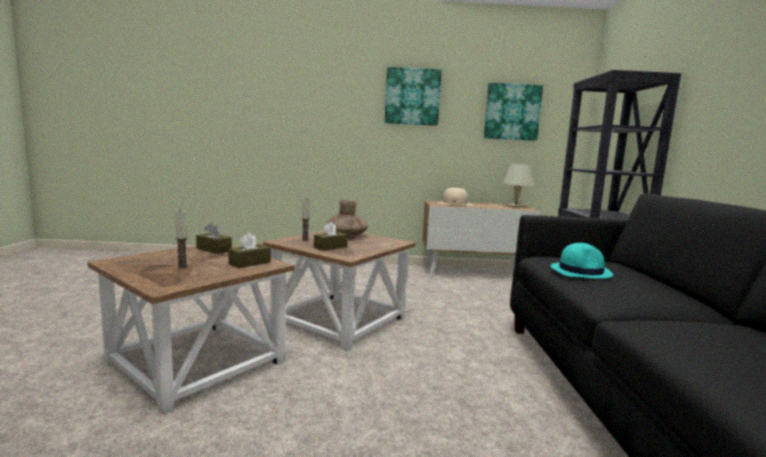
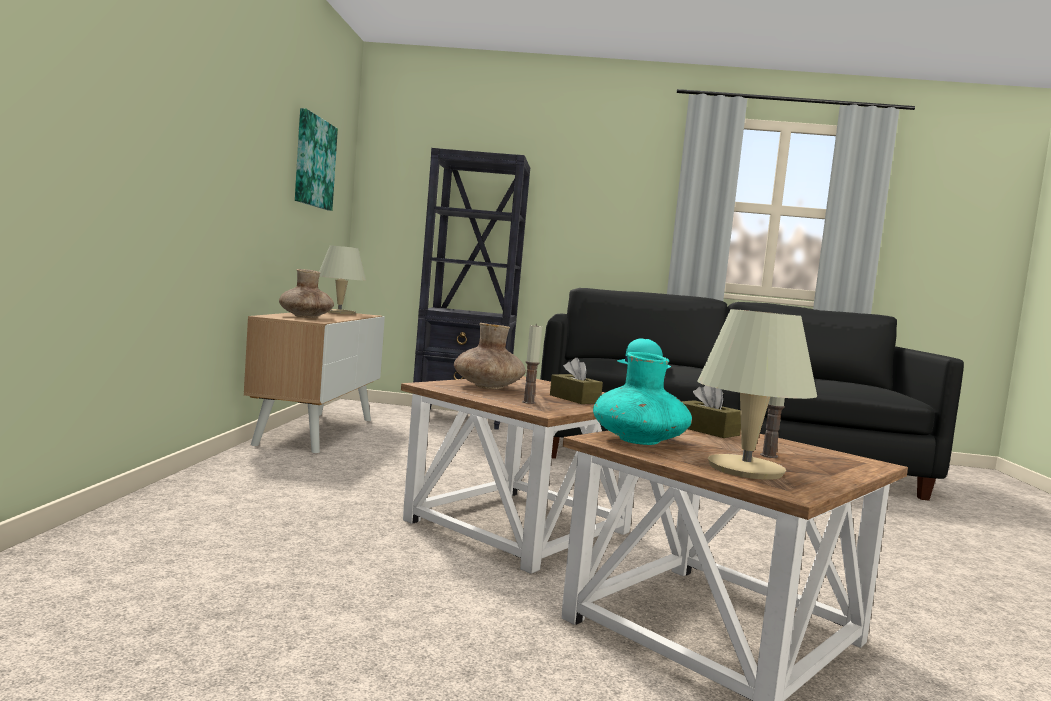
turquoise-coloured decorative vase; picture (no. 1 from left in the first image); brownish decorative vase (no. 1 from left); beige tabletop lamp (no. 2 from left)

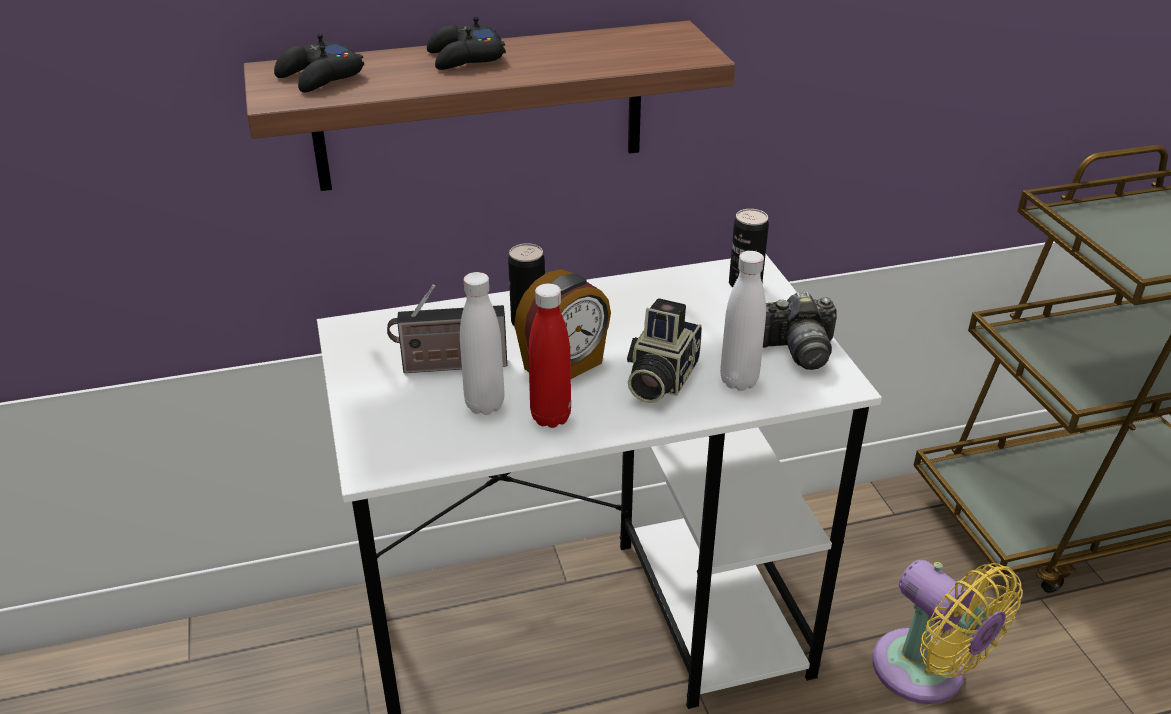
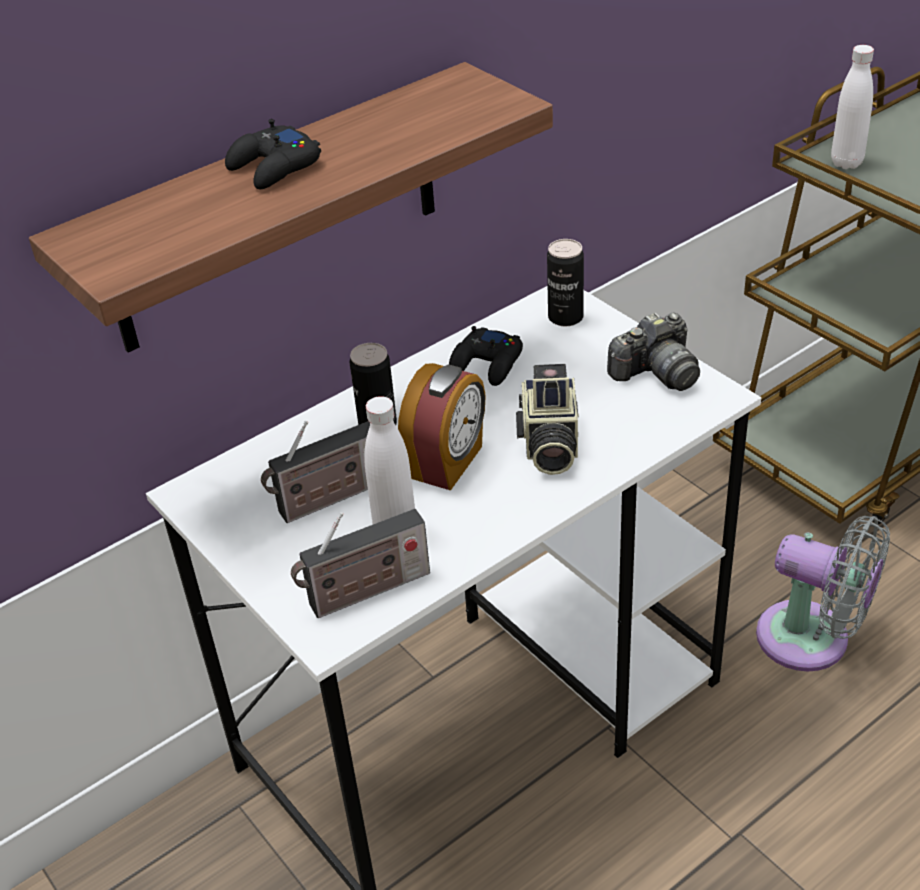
black joypad (no. 2 from left); red bottle; white-coloured bottle (no. 2 from left); gray electric fan; radio receiver (no. 2 from left)

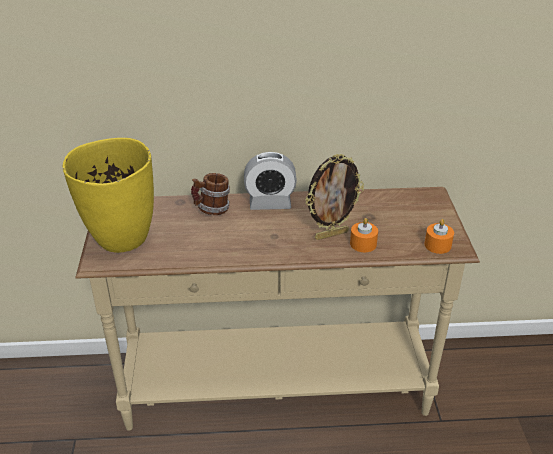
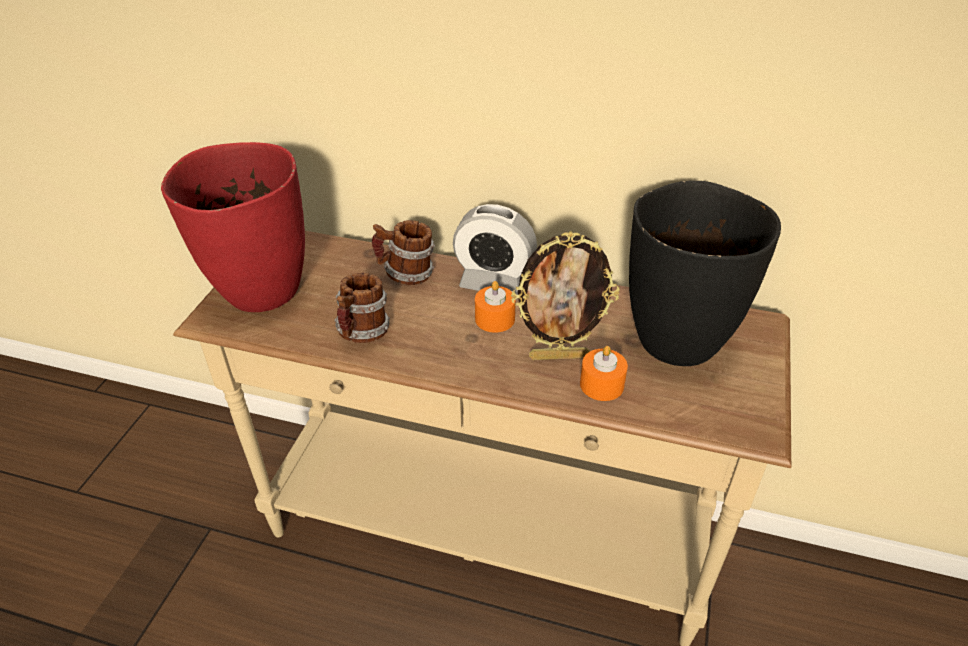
red decorative vase; orange wax light (no. 1 from left); mug (no. 1 from left); black decorative vase

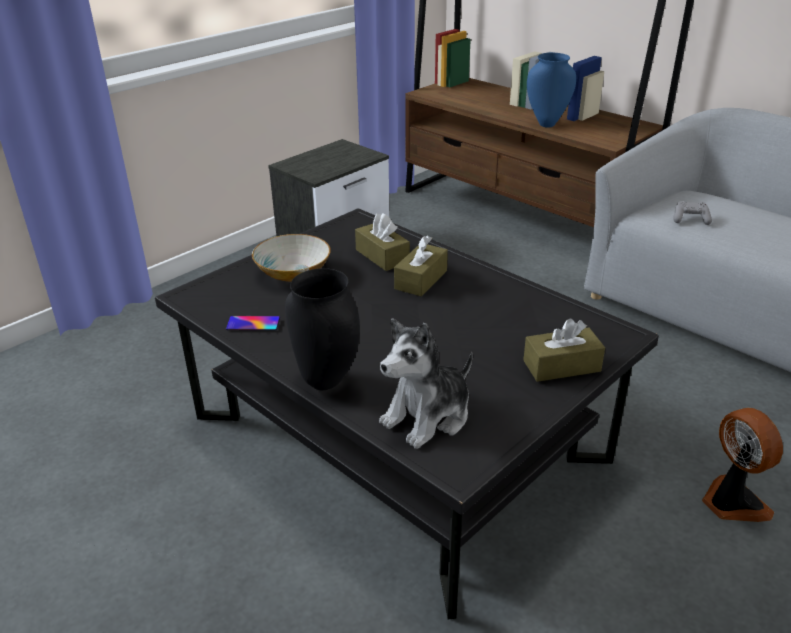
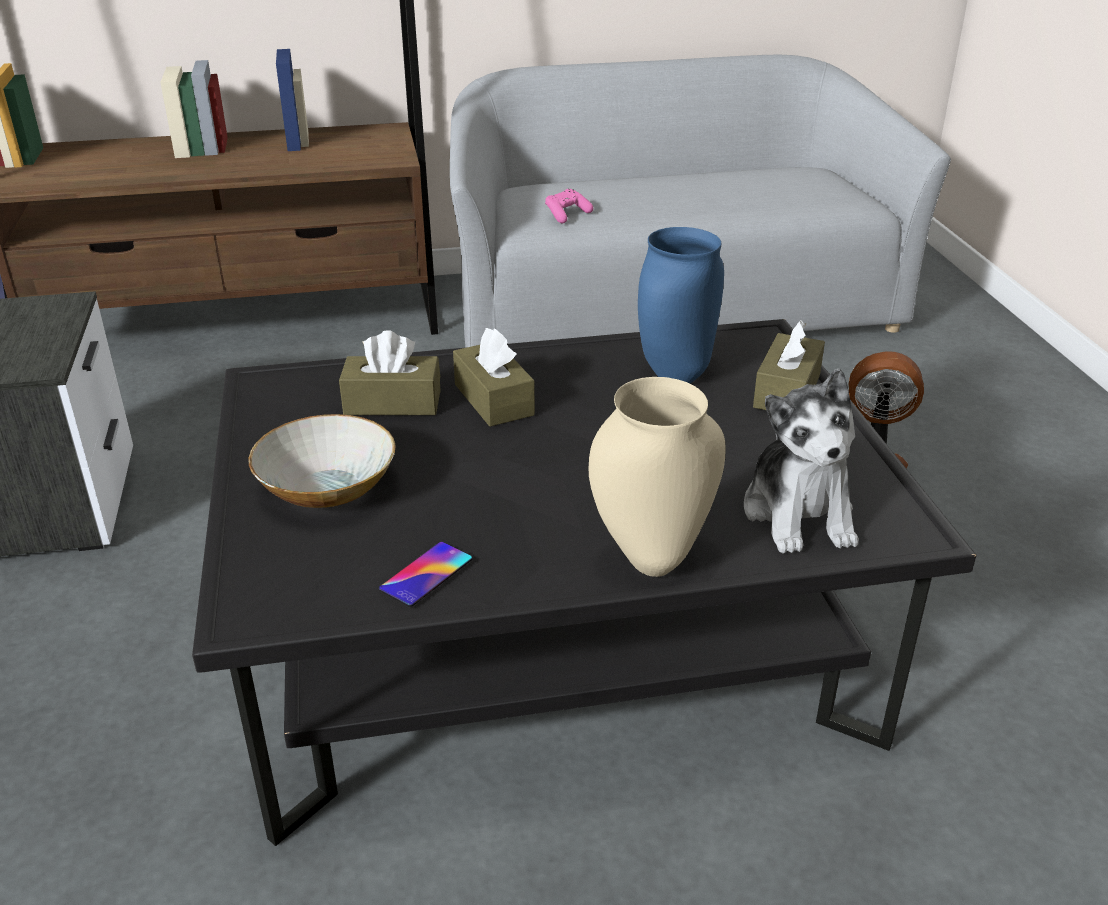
beige decorative vase; blue-coloured decorative vase; pinkish joypad

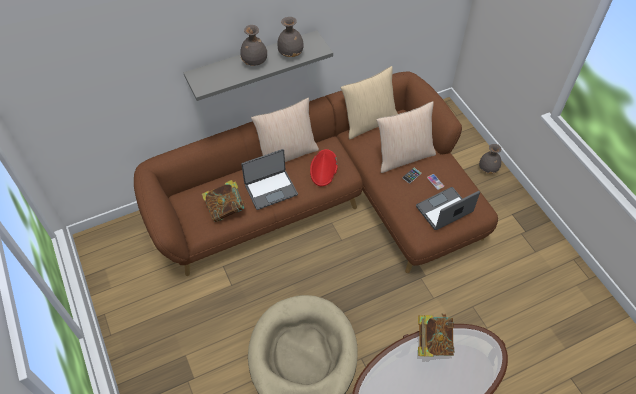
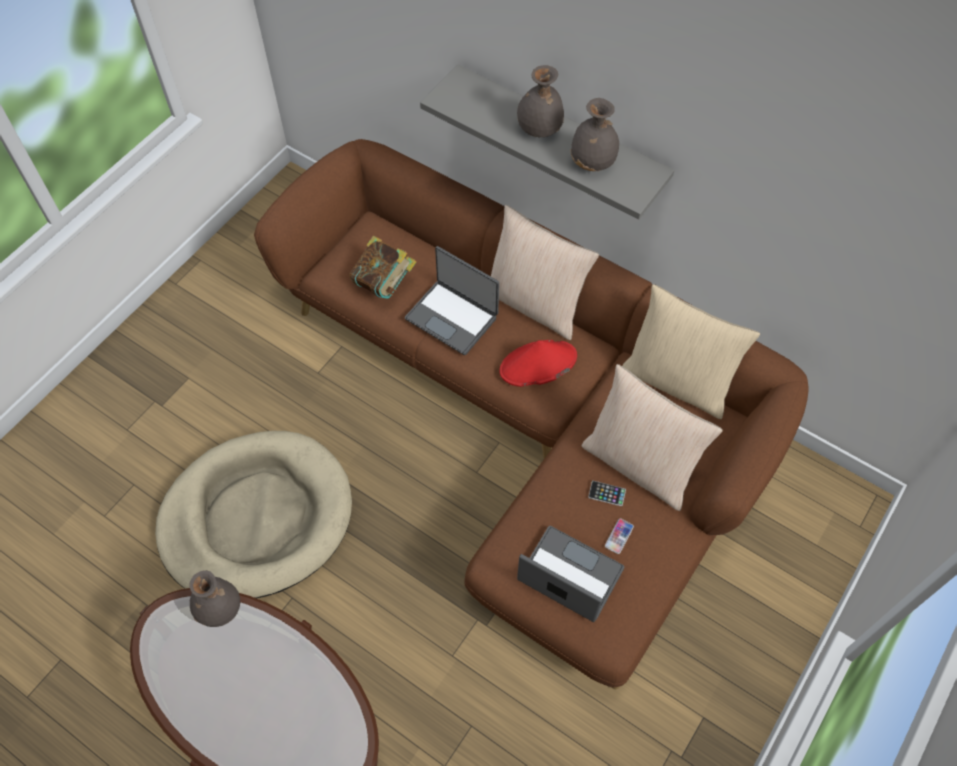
book (no. 2 from left in the first image); gray decorative vase (no. 1 from left)

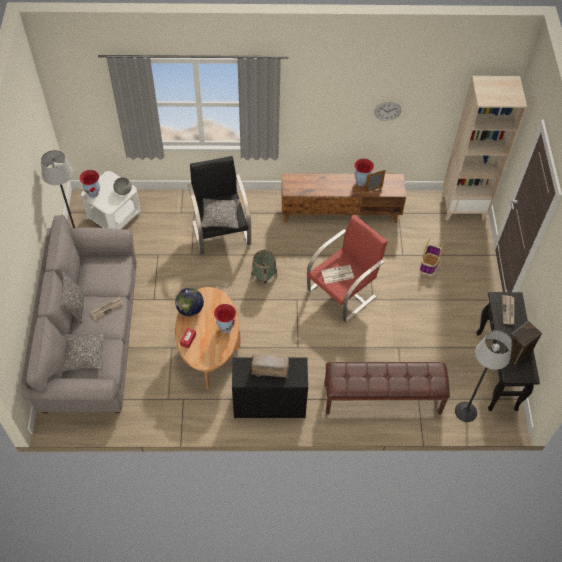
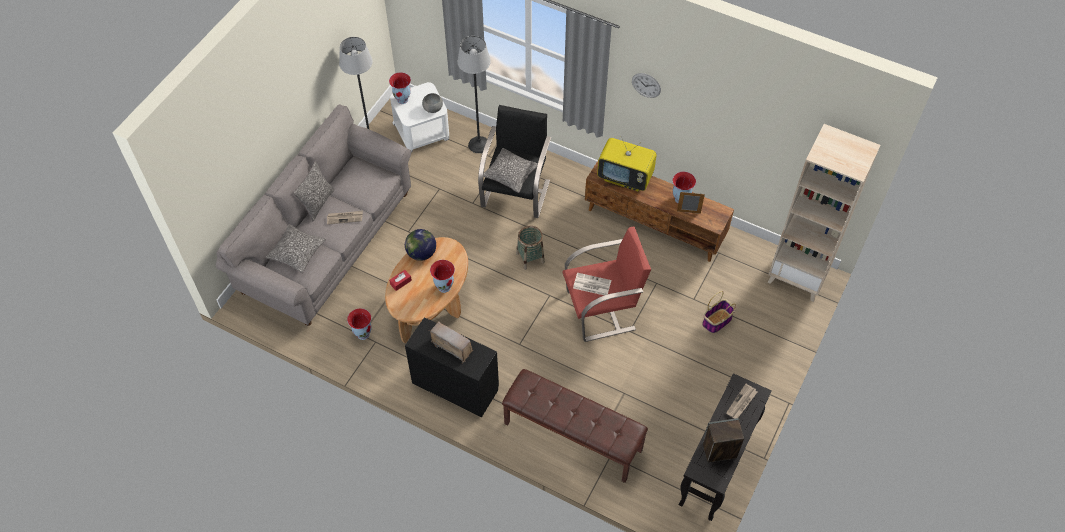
clock on the wall; floor lamp (no. 2 from left); decorative vase (no. 1 from left); TV

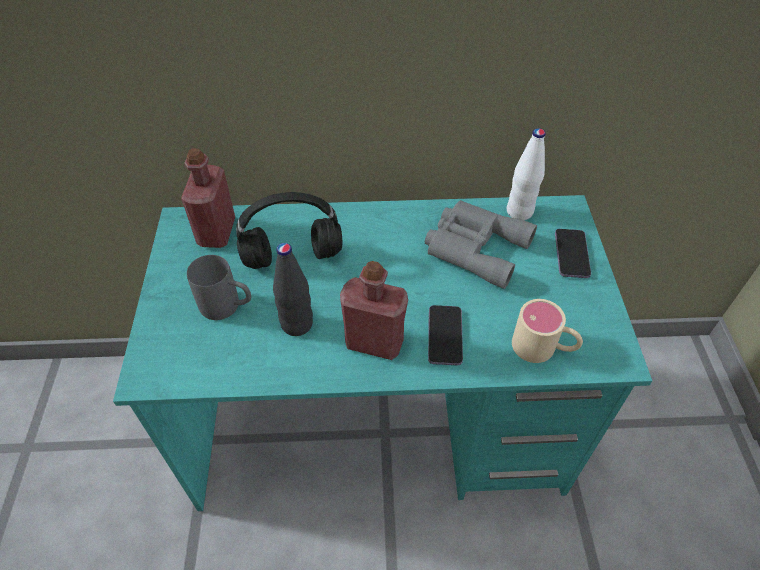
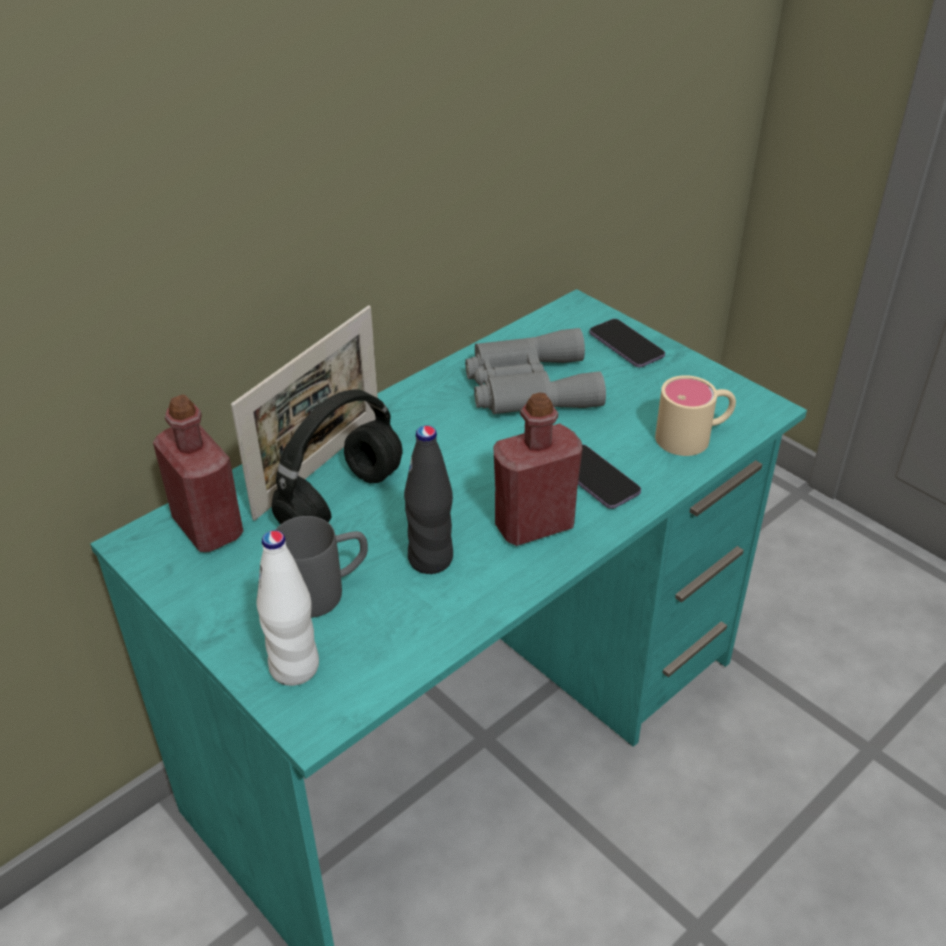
white-coloured bottle; standing frame

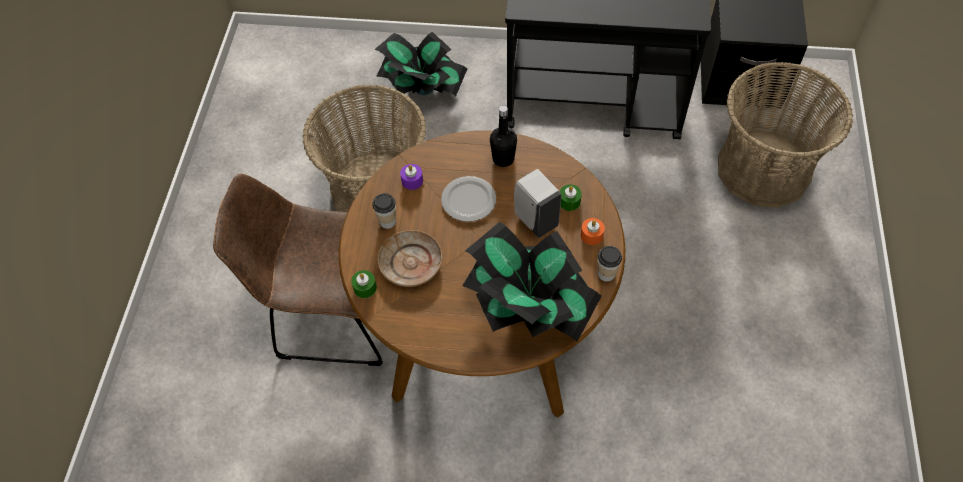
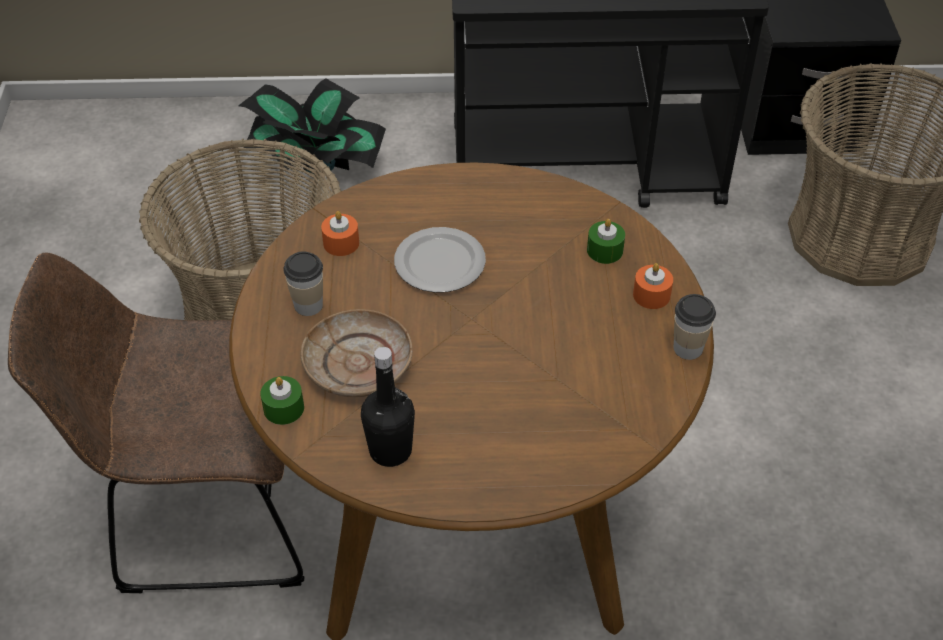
orange wax light (no. 1 from left); plant in a pot (no. 2 from left in the first image); black bottle; white-coloured liquid soap bottle

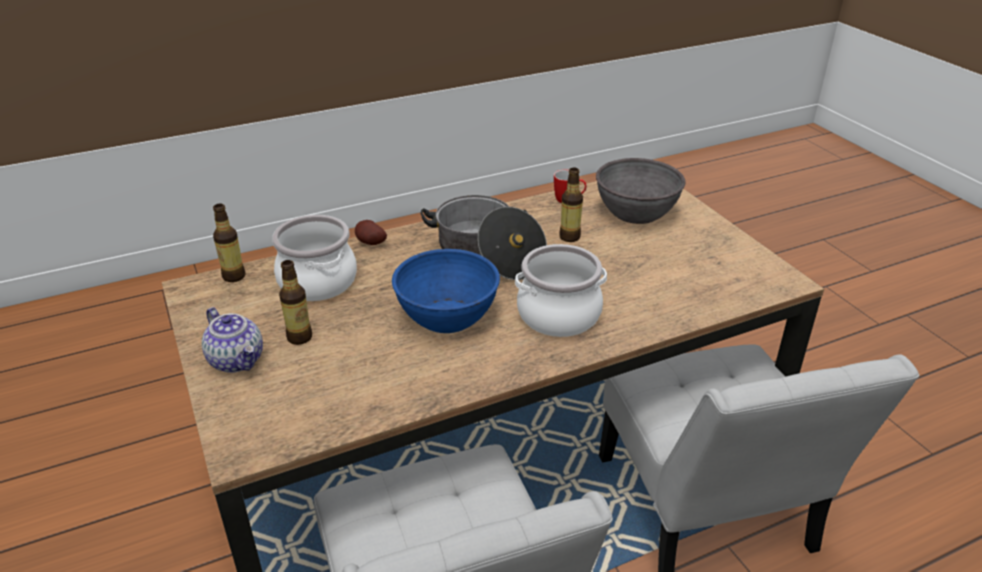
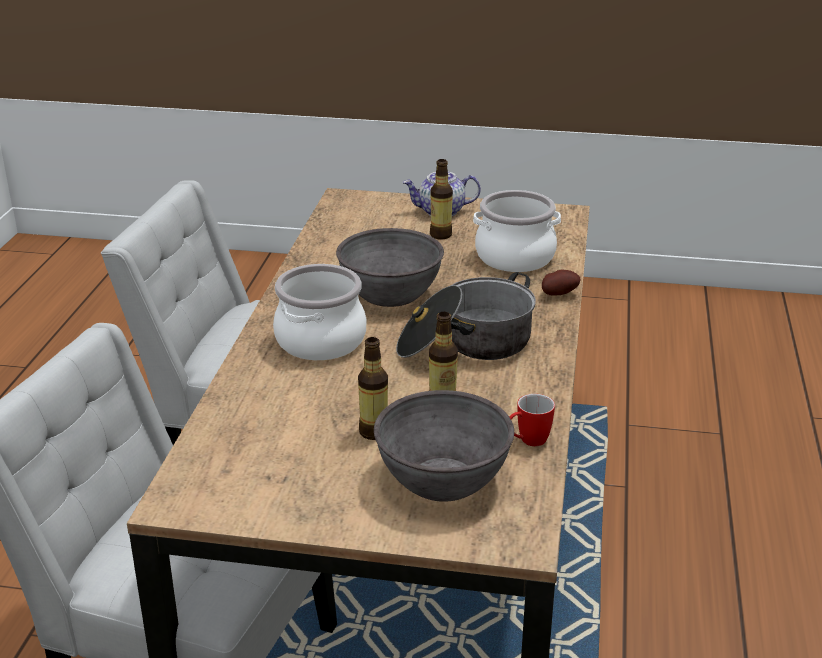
bottle (no. 1 from left); gray deep dish (no. 1 from left)

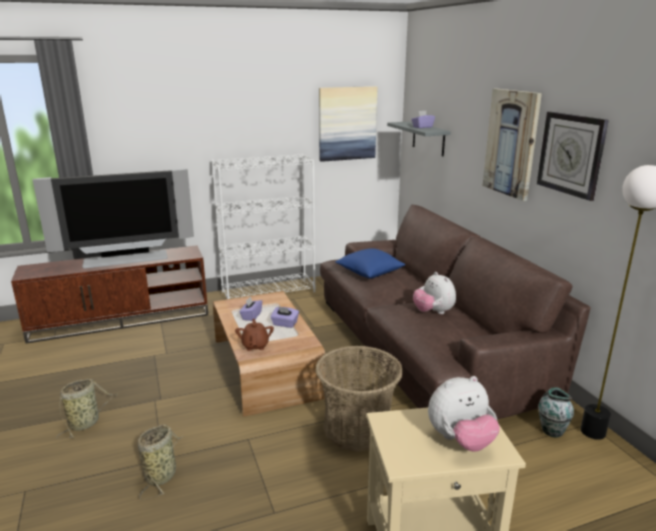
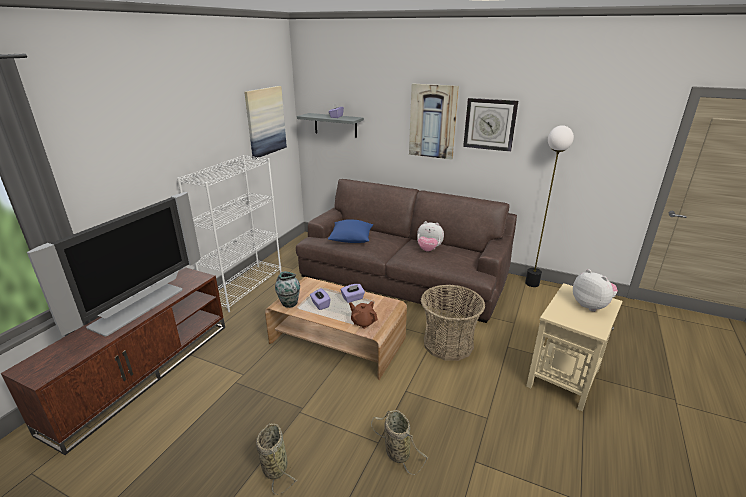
plush toy (no. 2 from left); decorative vase

